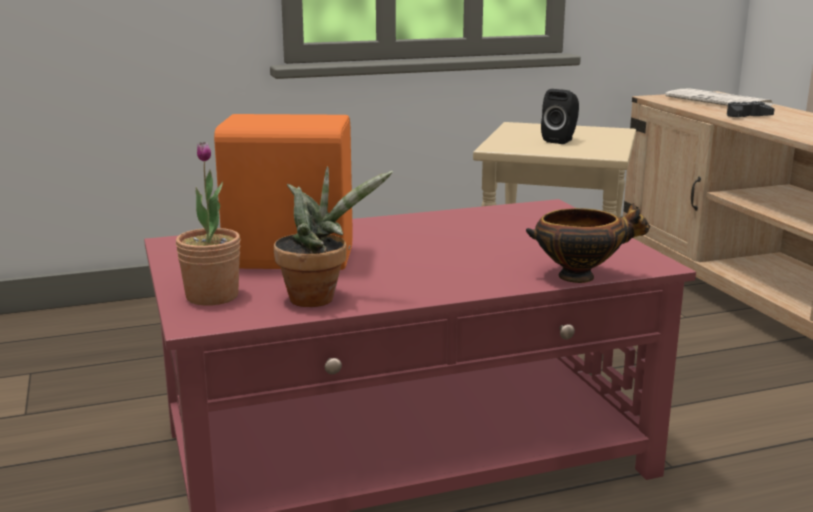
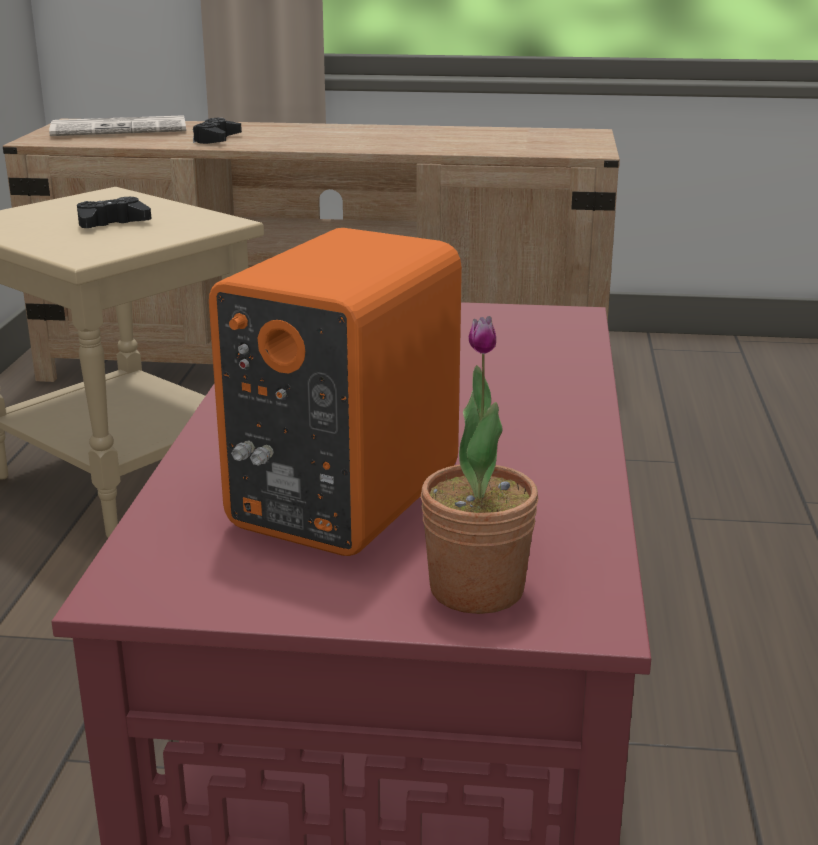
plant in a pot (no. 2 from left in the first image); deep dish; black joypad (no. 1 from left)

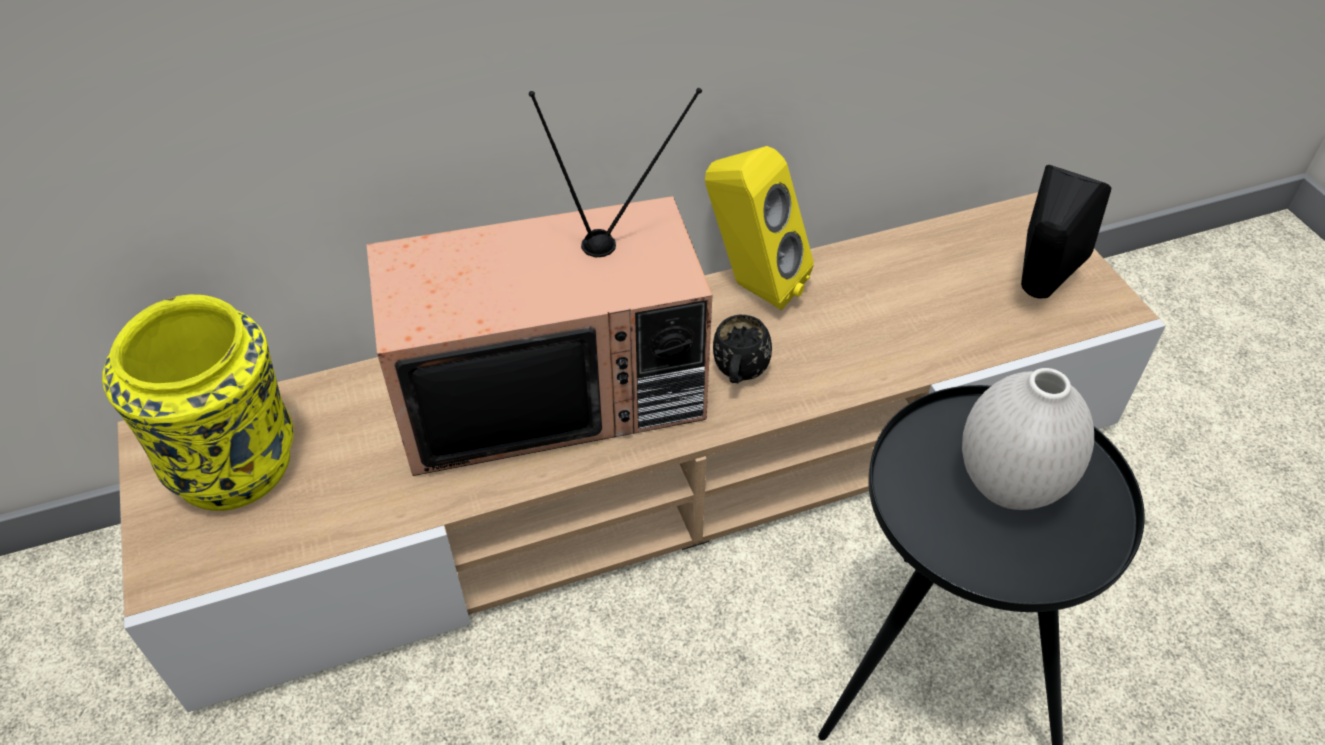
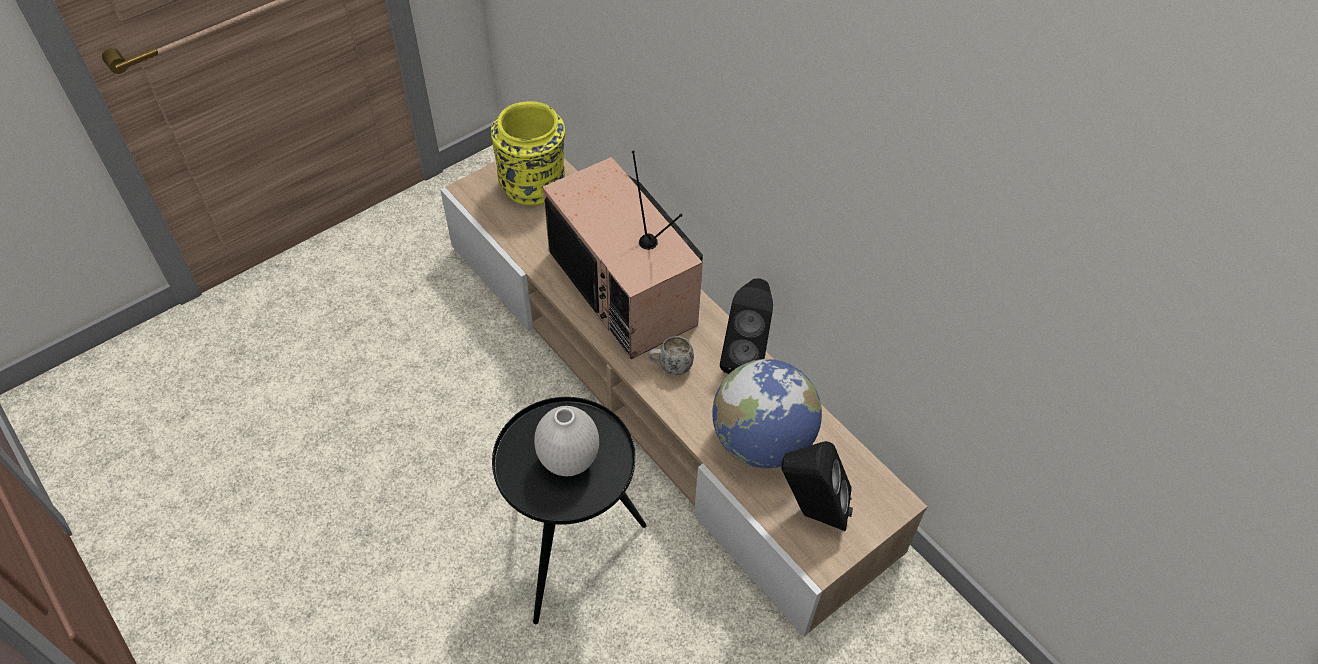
black audio speaker (no. 1 from left); white-coloured mug; world globe

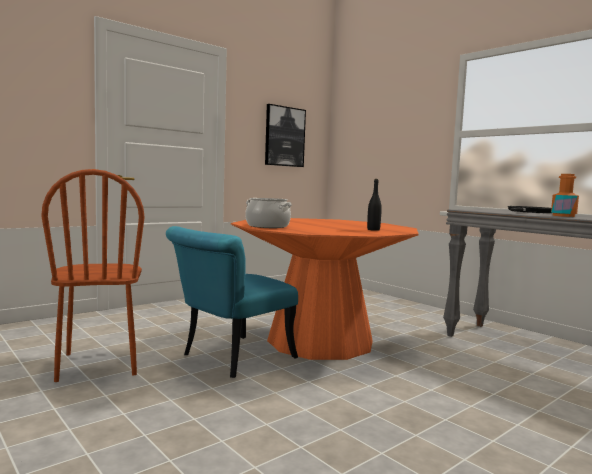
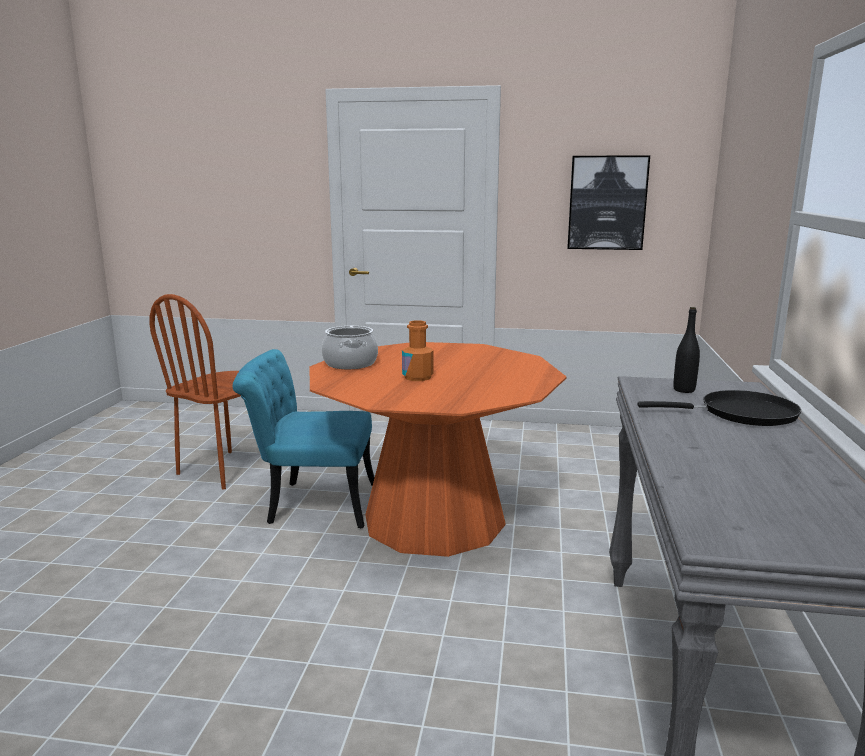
black bottle; orange bottle

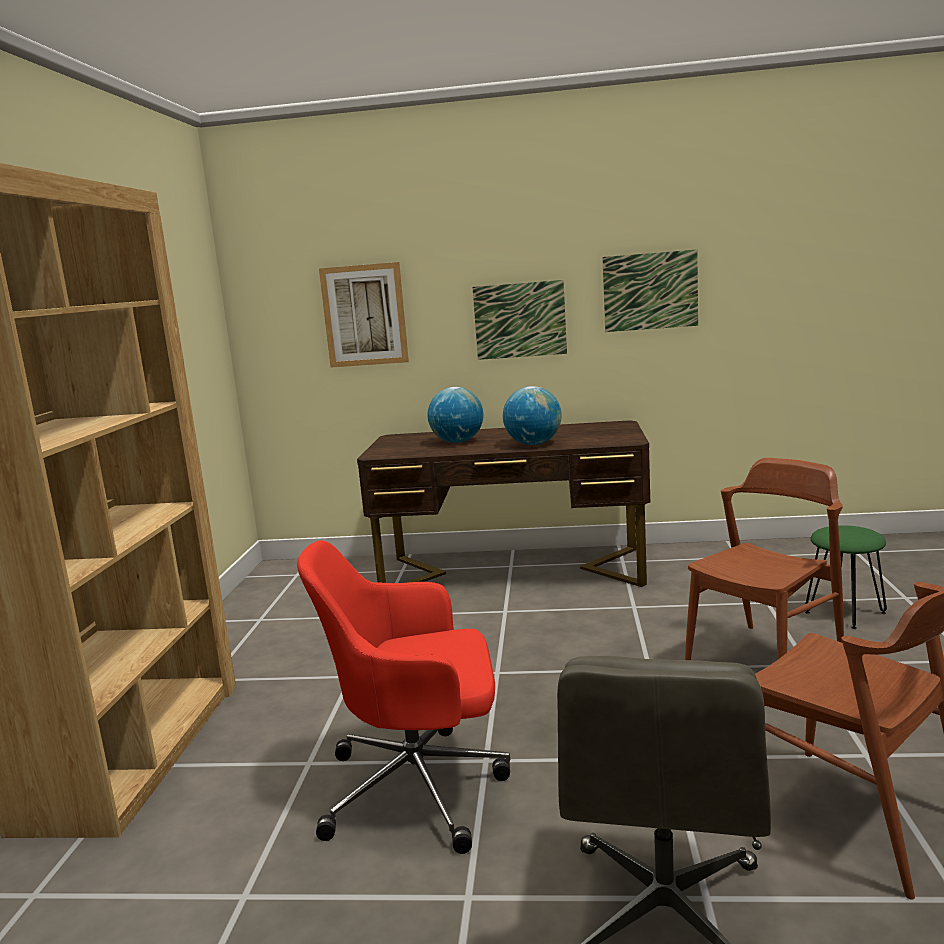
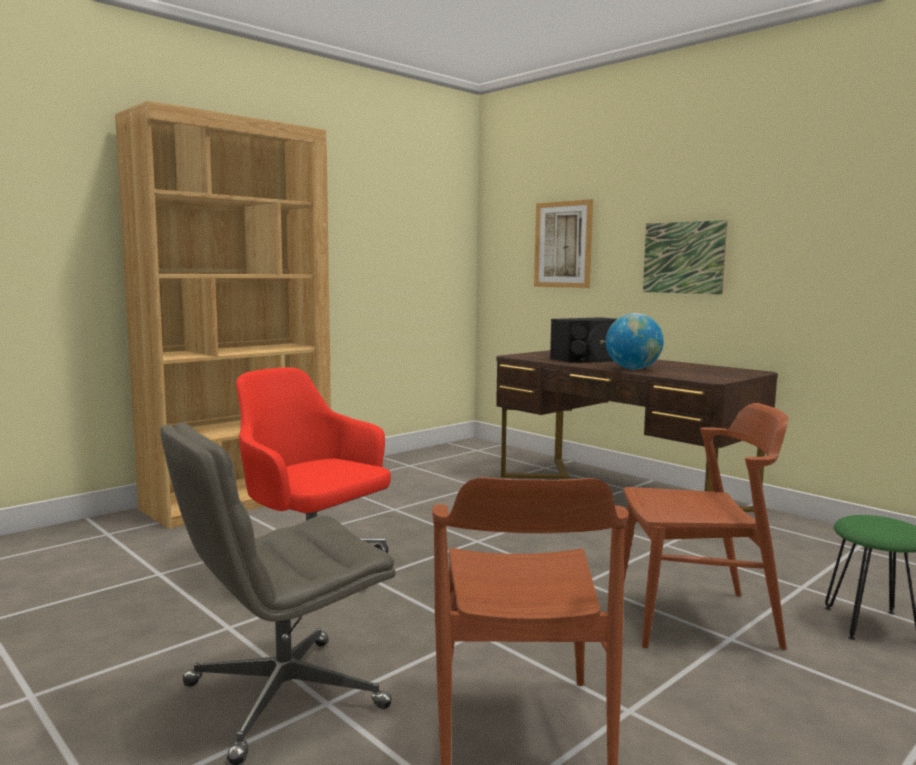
black audio speaker; picture (no. 3 from left in the first image)

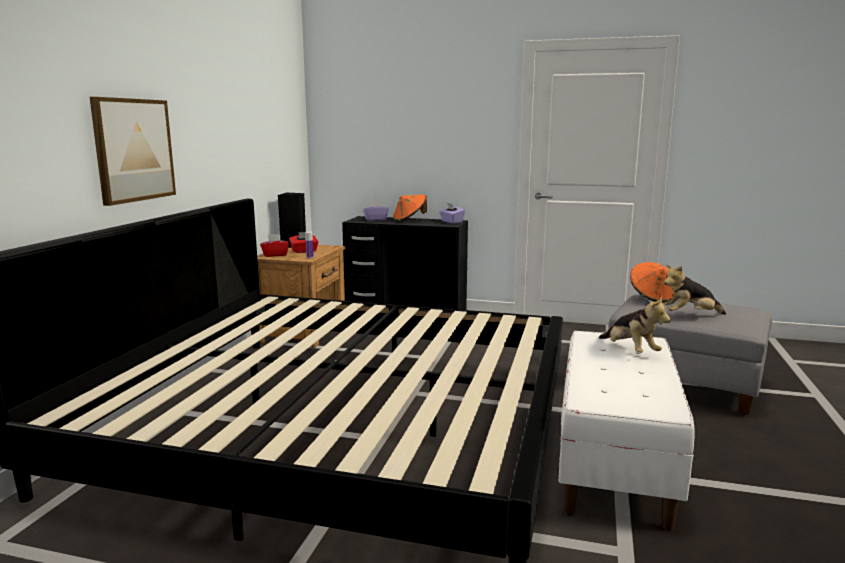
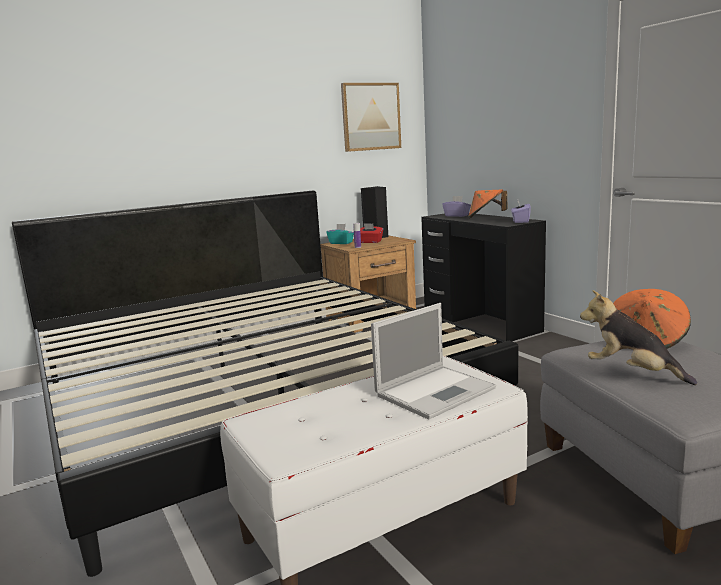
picture; turquoise-coloured box of tissues; portable computer

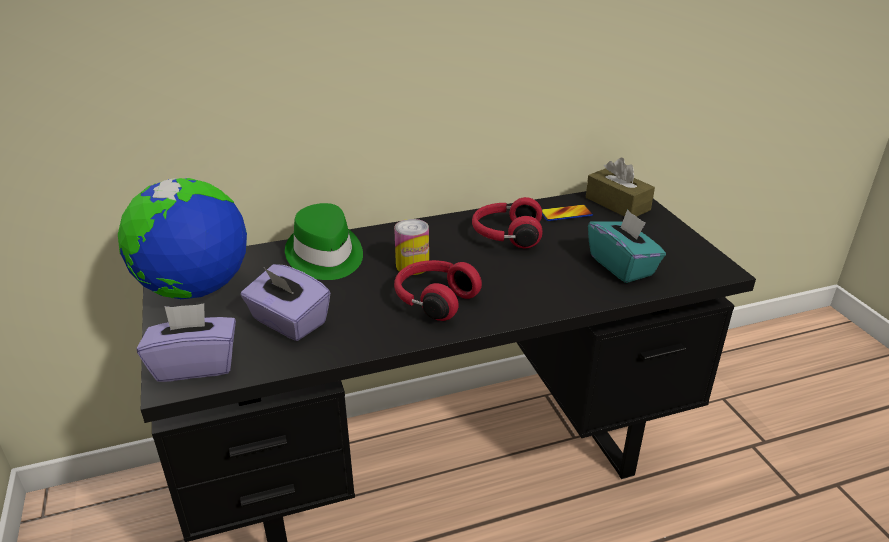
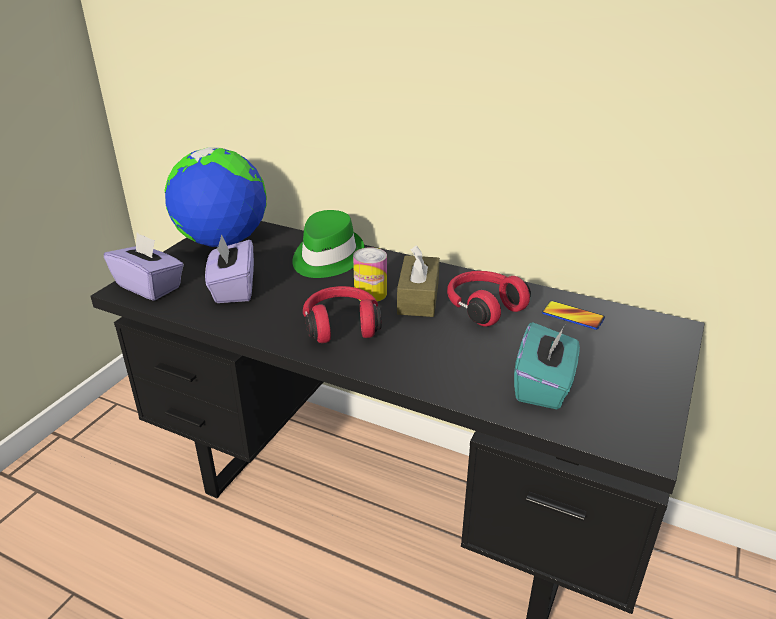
brownish box of tissues

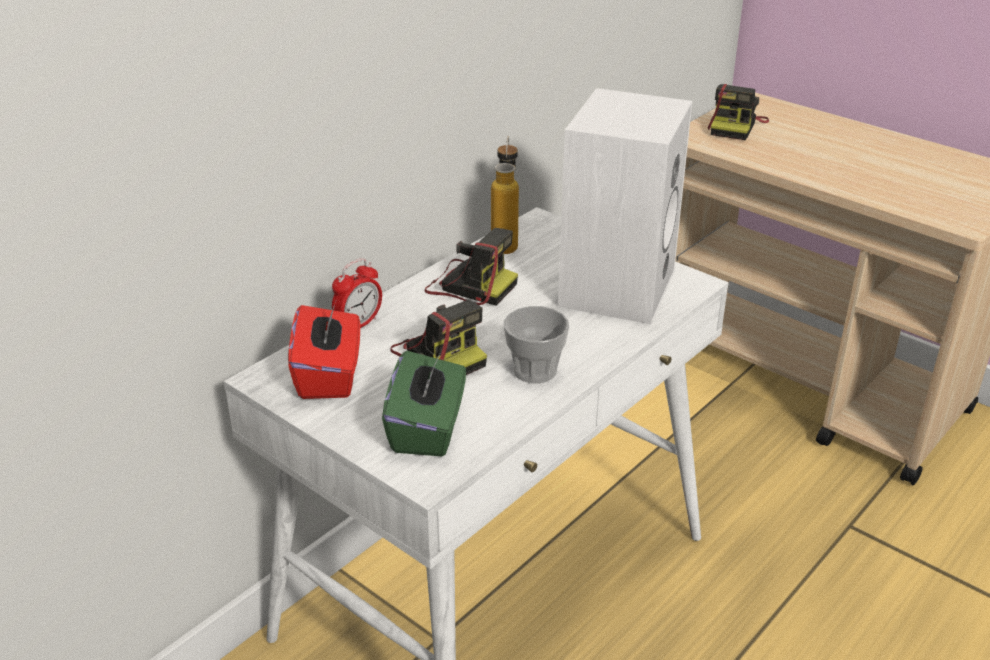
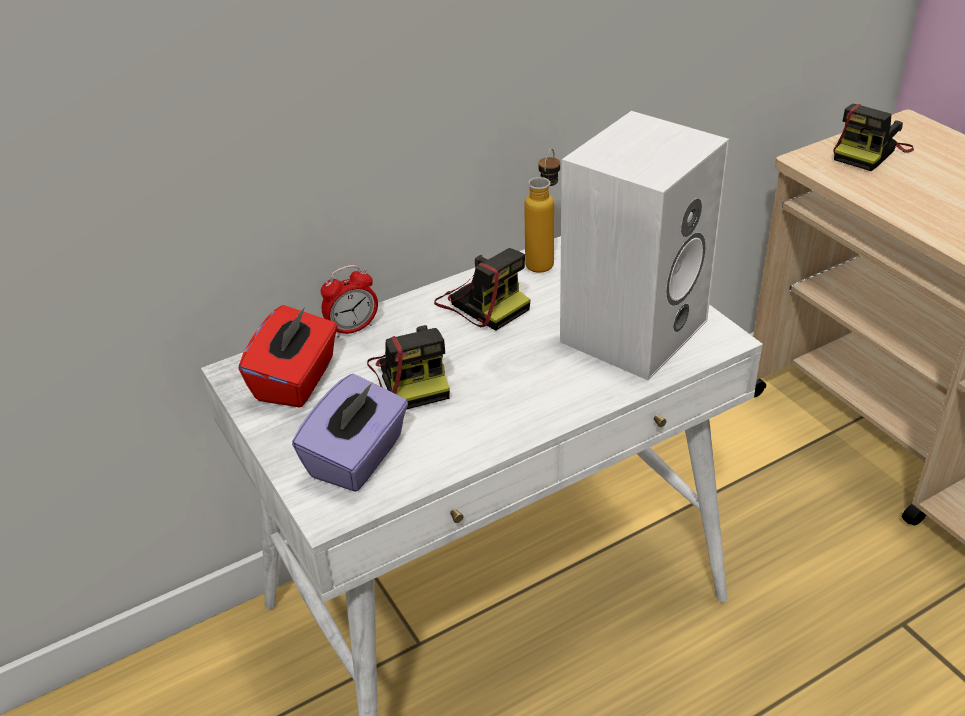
purplish box of tissues; cup

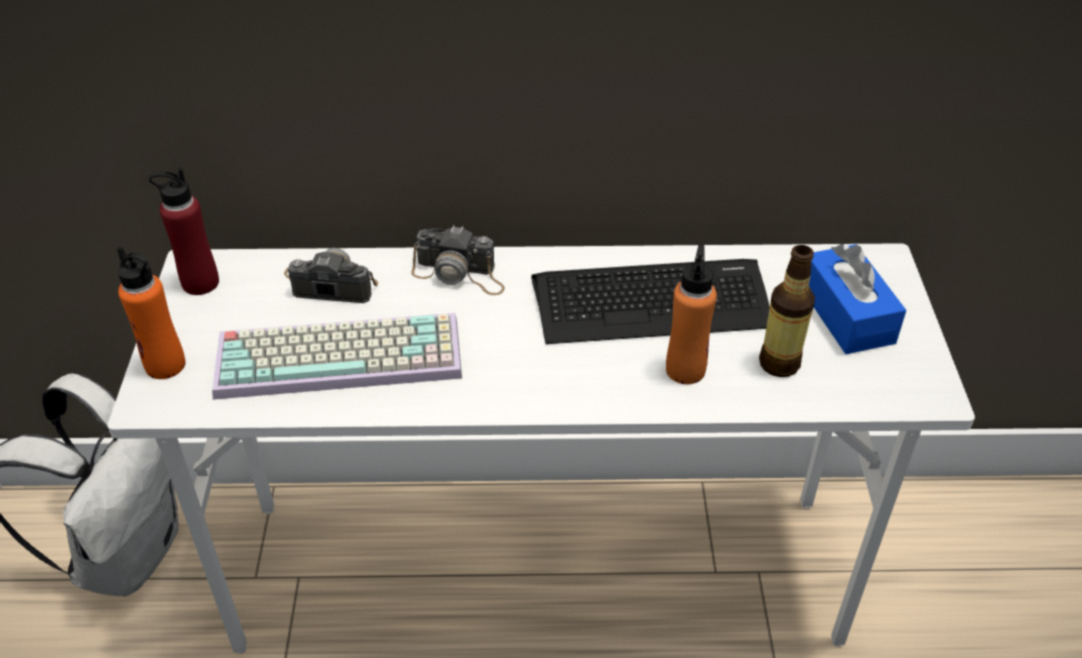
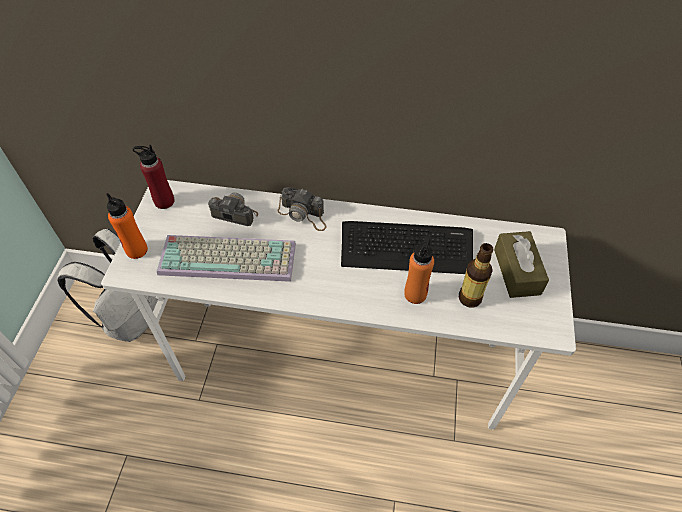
brownish box of tissues

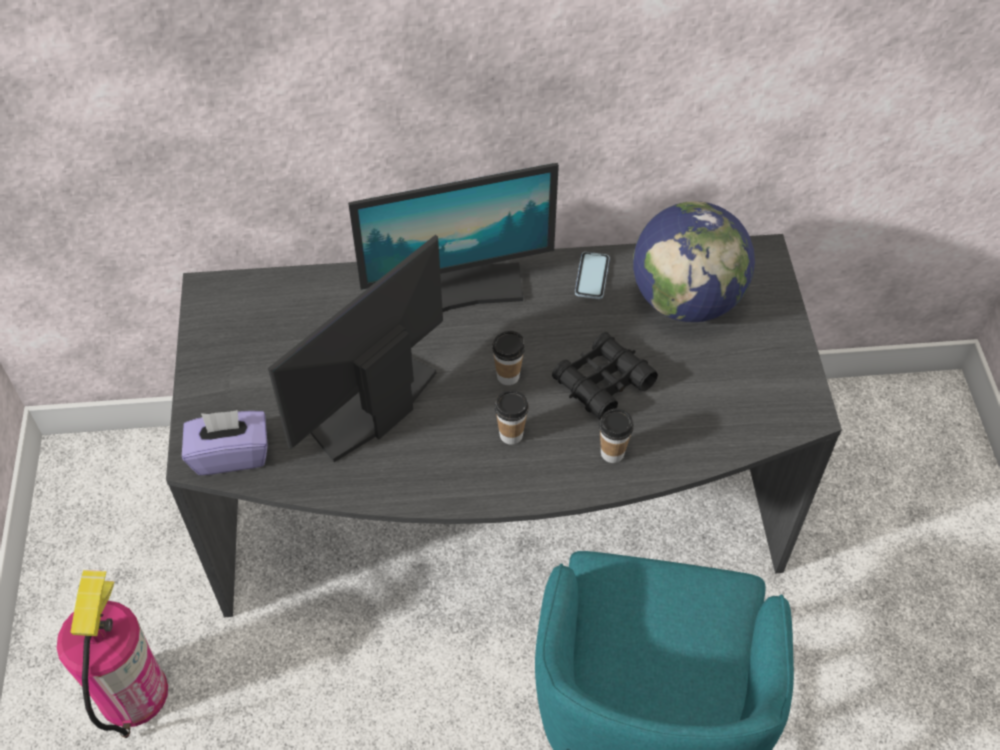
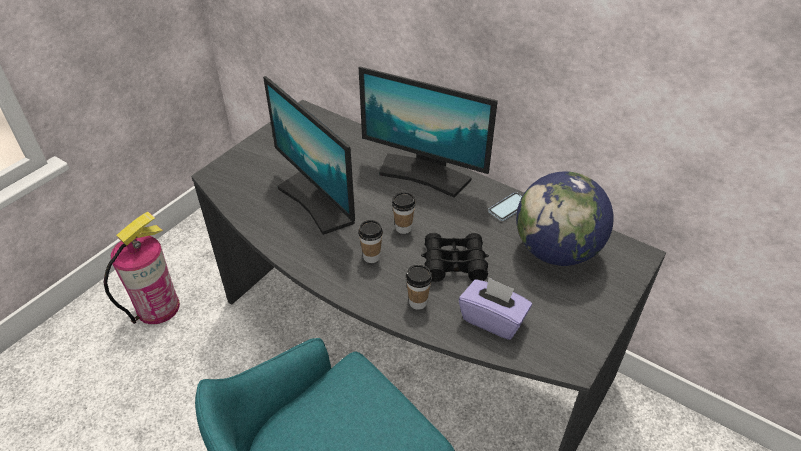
purplish box of tissues; monitor (no. 1 from left)

